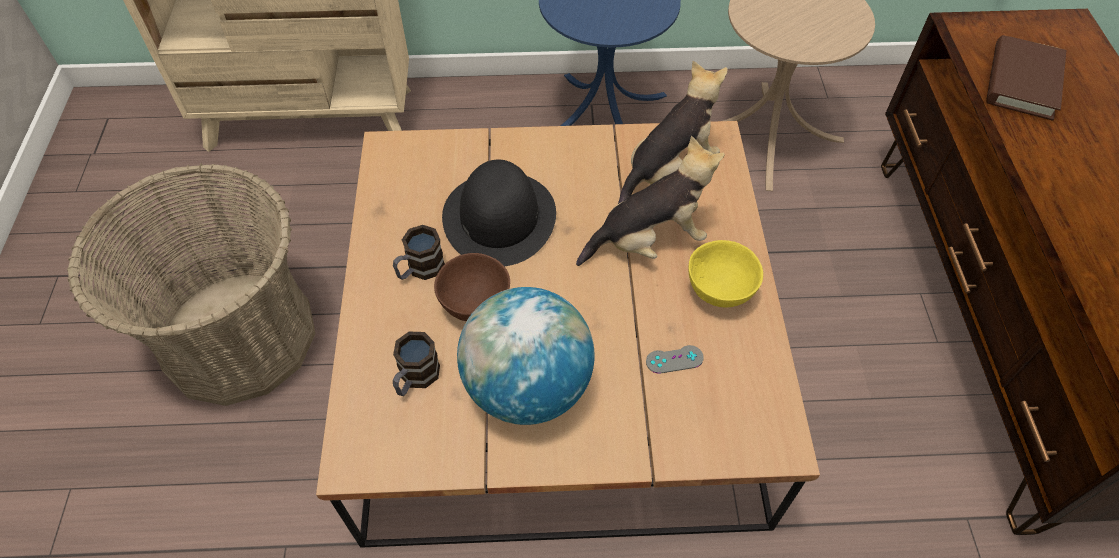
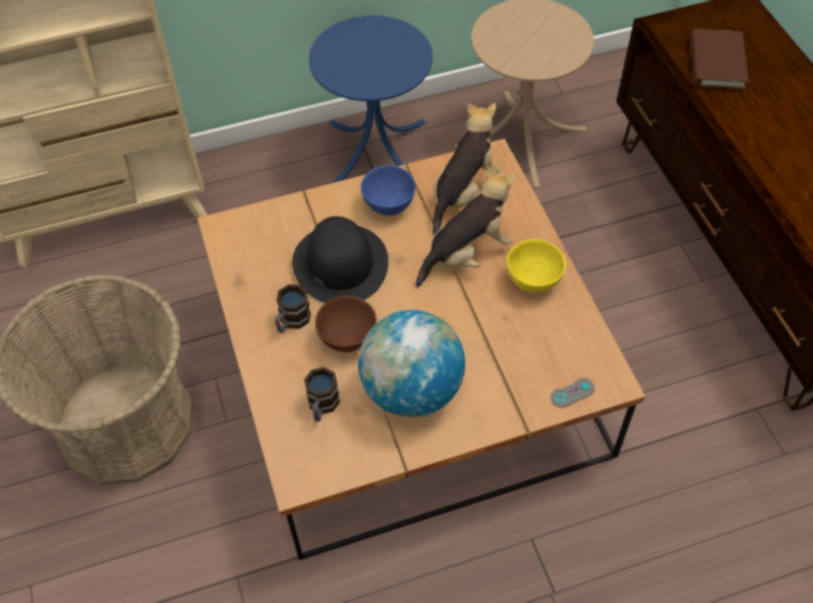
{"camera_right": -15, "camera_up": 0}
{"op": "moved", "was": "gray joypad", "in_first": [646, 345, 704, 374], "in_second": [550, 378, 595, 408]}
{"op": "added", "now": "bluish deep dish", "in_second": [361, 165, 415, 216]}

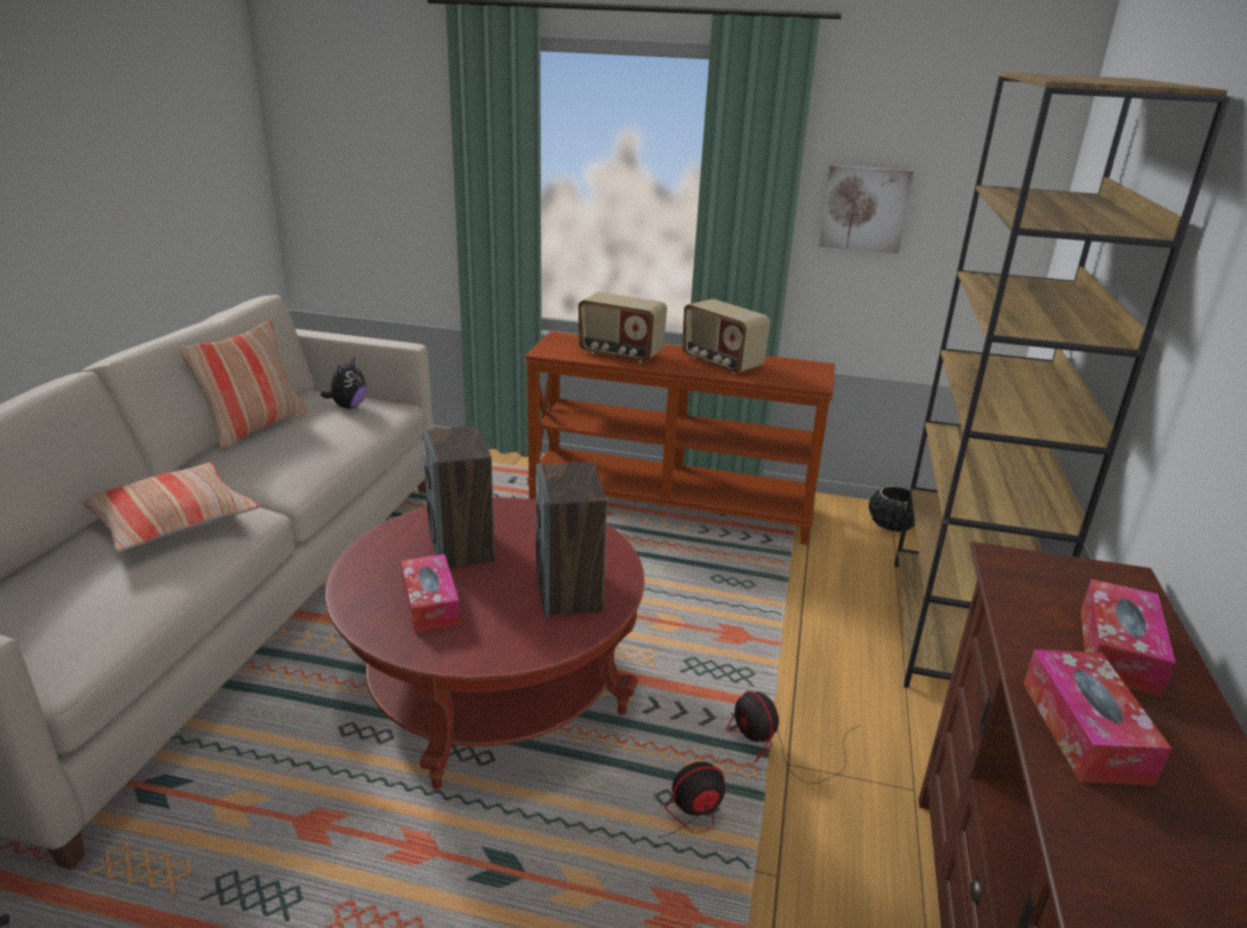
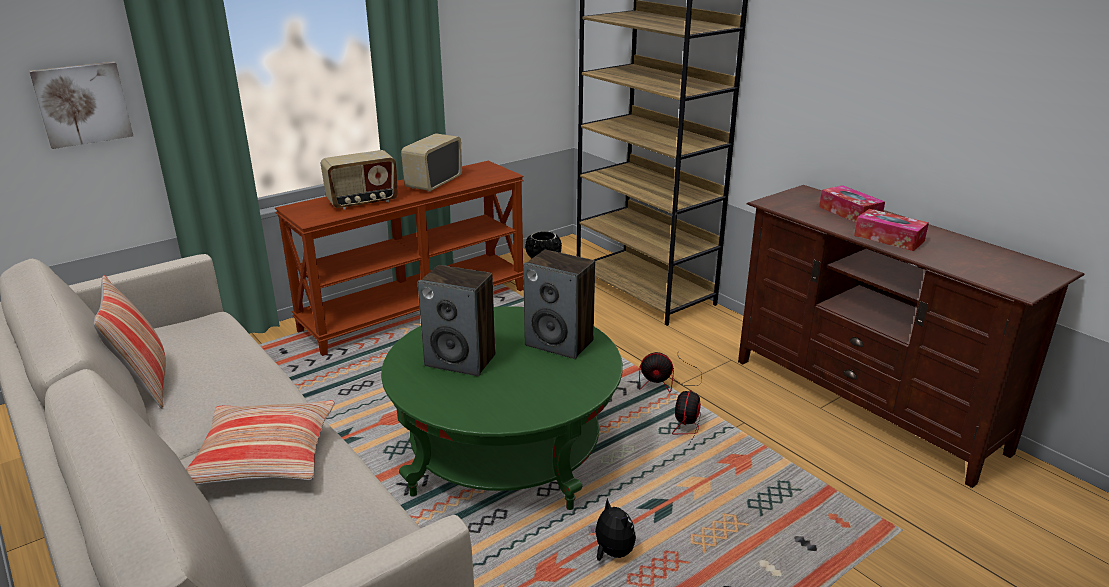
{"camera_right": -50, "camera_up": 0}
{"op": "moved", "was": "wall picture", "in_first": [819, 165, 914, 254], "in_second": [29, 62, 133, 149]}
{"op": "turned", "was": "radio receiver", "in_first": [682, 299, 770, 374], "in_second": [401, 133, 462, 192], "clockwise": 120}
{"op": "moved", "was": "soft toy", "in_first": [321, 357, 366, 409], "in_second": [589, 498, 636, 561]}
{"op": "recoloured", "was": "reddish low table", "now": "green-coloured low table", "in_first": [325, 497, 645, 790], "in_second": [381, 306, 623, 510]}
{"op": "removed", "was": "tissue box", "in_first": [401, 554, 460, 633]}

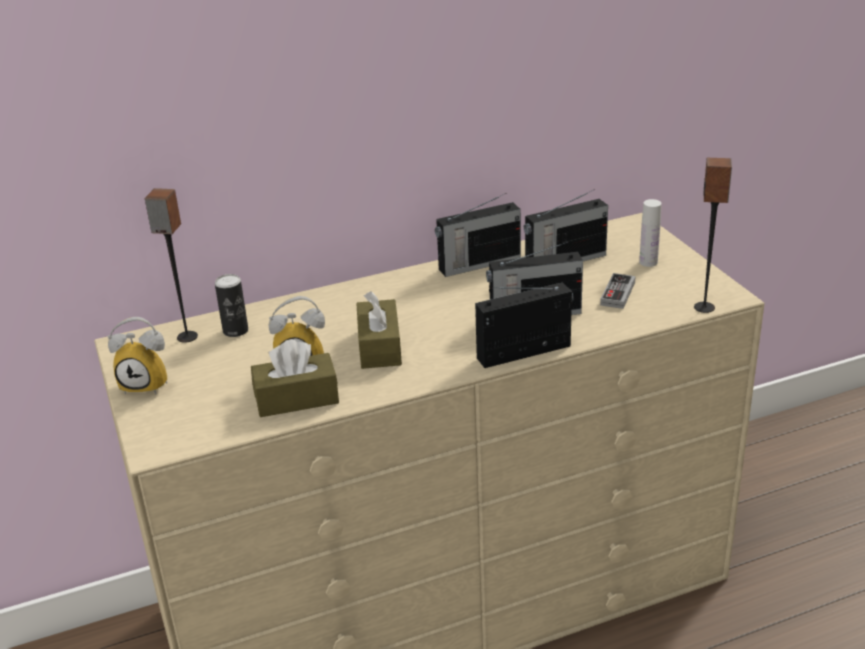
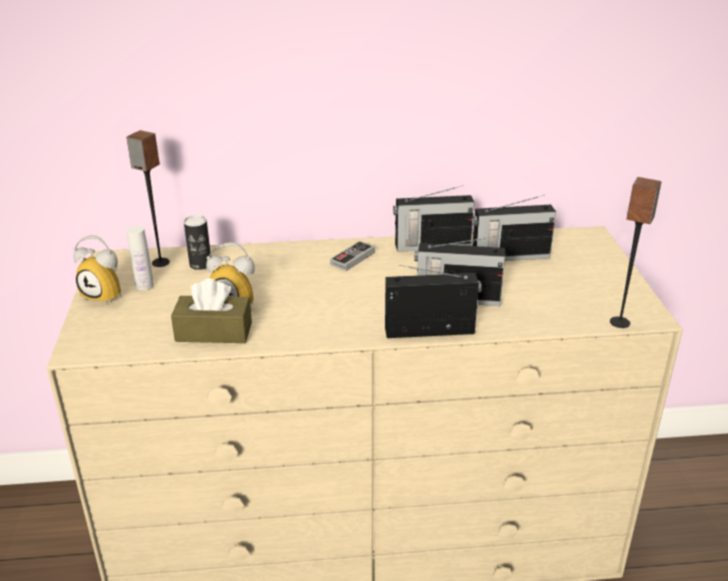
{"camera_right": 15, "camera_up": 0}
{"op": "moved", "was": "white drink bottle", "in_first": [639, 199, 662, 267], "in_second": [126, 226, 154, 290]}
{"op": "moved", "was": "joypad", "in_first": [600, 273, 635, 309], "in_second": [330, 241, 375, 271]}
{"op": "removed", "was": "brown tissue box", "in_first": [356, 291, 402, 369]}

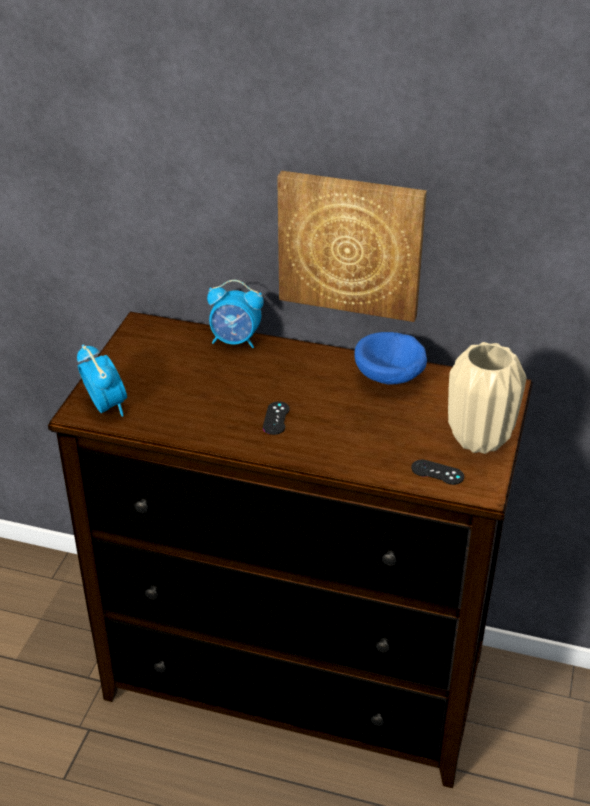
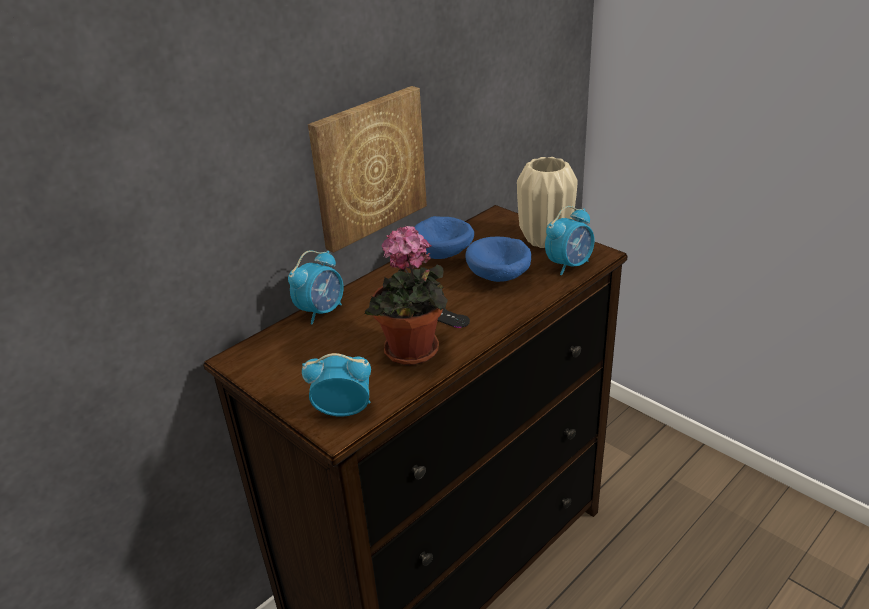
{"camera_right": -60, "camera_up": -5}
{"op": "replaced", "was": "black-coloured joypad", "now": "table clock", "in_first": [411, 460, 464, 485], "in_second": [545, 206, 594, 275]}
{"op": "added", "now": "houseplant", "in_second": [364, 226, 448, 365]}
{"op": "added", "now": "bluish deep dish", "in_second": [465, 237, 531, 282]}

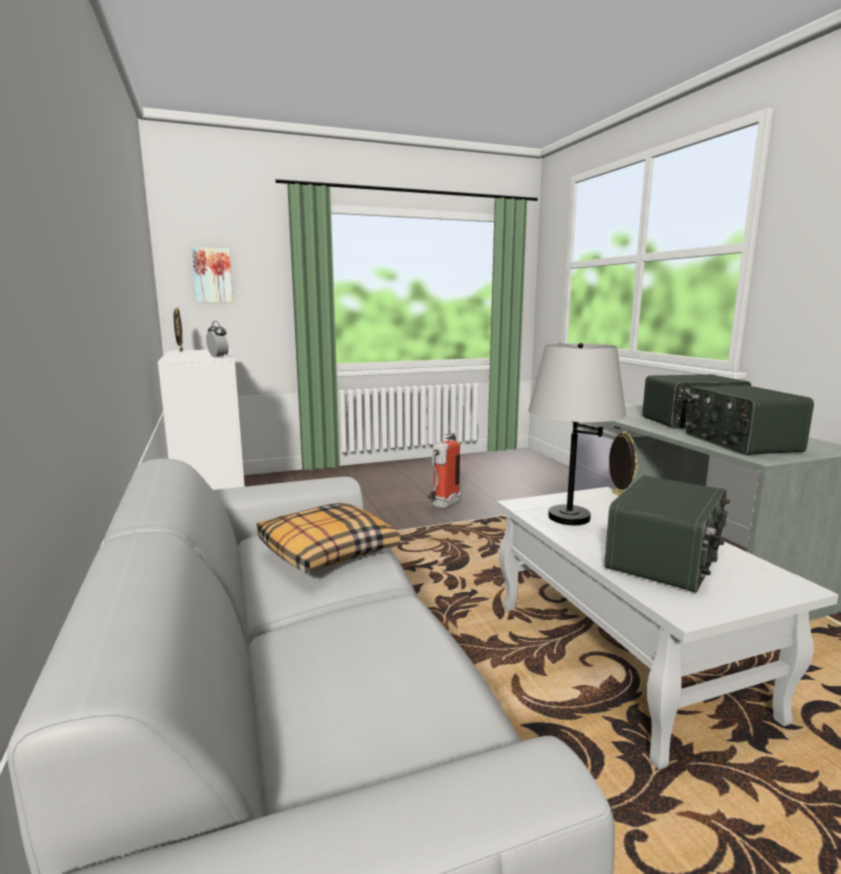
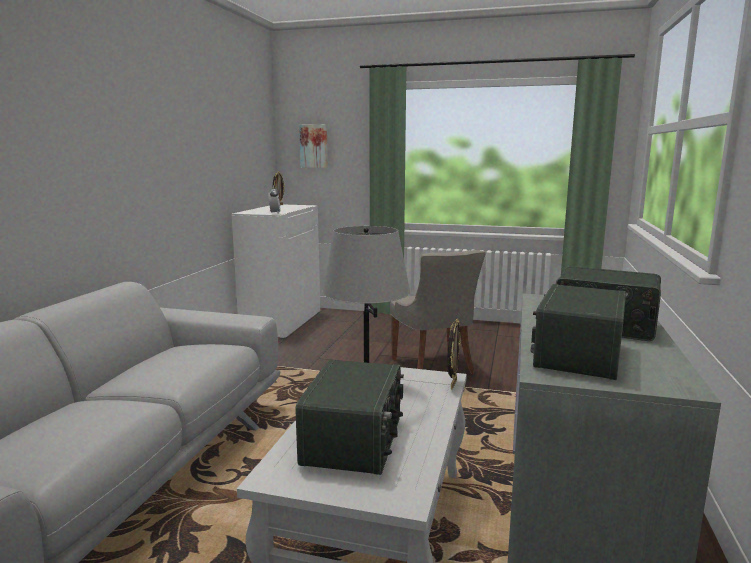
{"camera_right": 35, "camera_up": 0}
{"op": "replaced", "was": "fire extinguisher", "now": "gray plain chair", "in_first": [428, 433, 461, 509], "in_second": [390, 250, 486, 375]}
{"op": "turned", "was": "radio receiver", "in_first": [604, 475, 730, 593], "in_second": [296, 359, 404, 475], "clockwise": -60}
{"op": "removed", "was": "throw pillow", "in_first": [257, 502, 400, 573]}

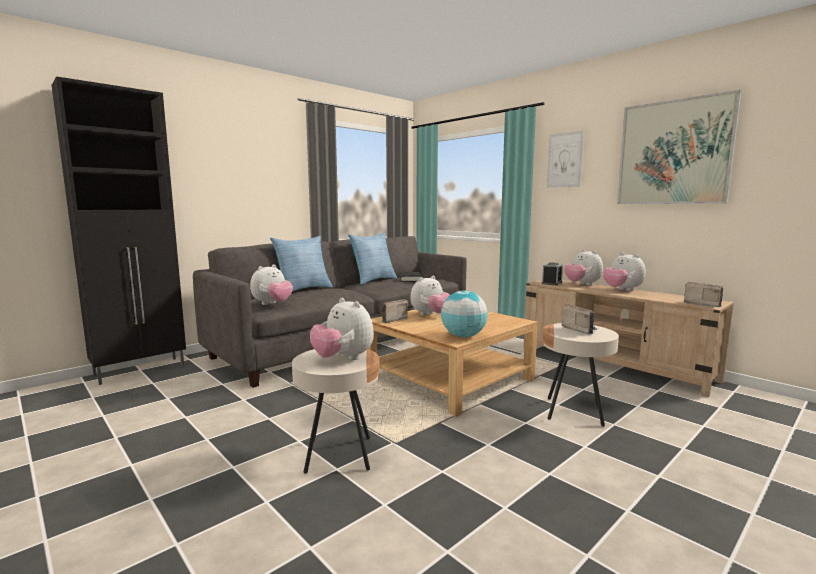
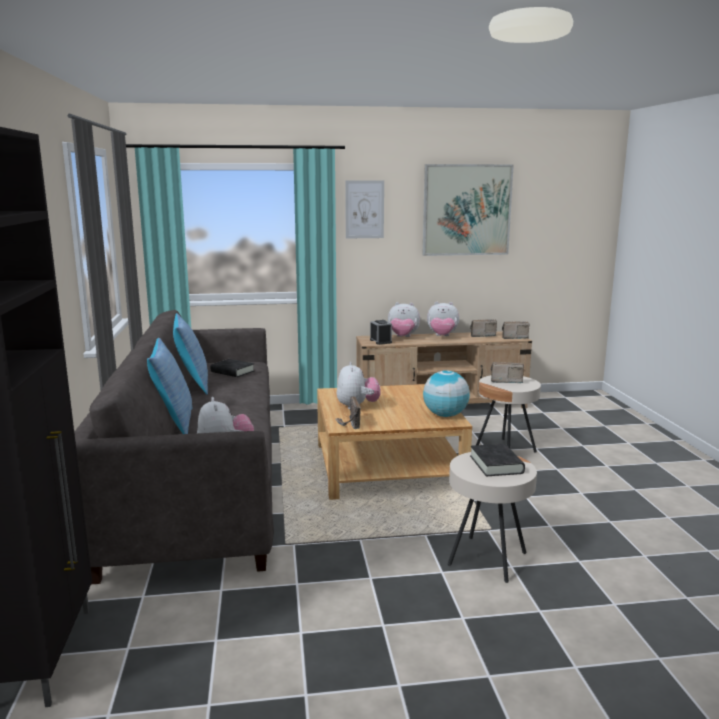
{"camera_right": -55, "camera_up": 5}
{"op": "replaced", "was": "soft toy", "now": "black-coloured bound book", "in_first": [310, 298, 374, 360], "in_second": [470, 444, 525, 476]}
{"op": "added", "now": "radio receiver", "in_second": [470, 319, 497, 337]}

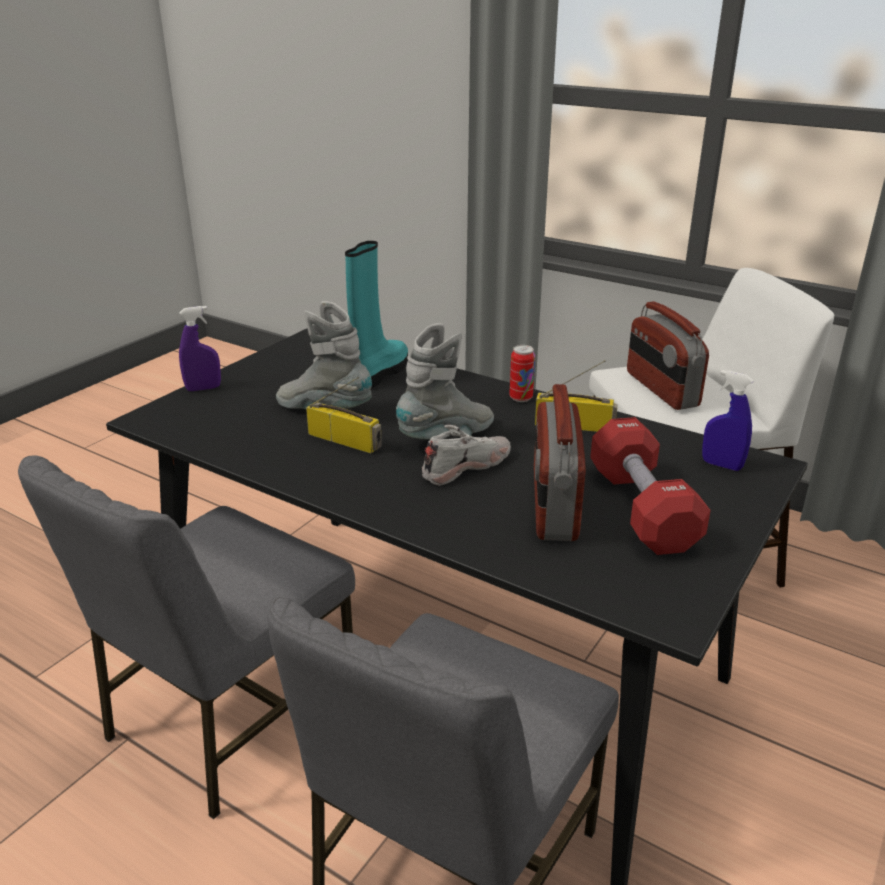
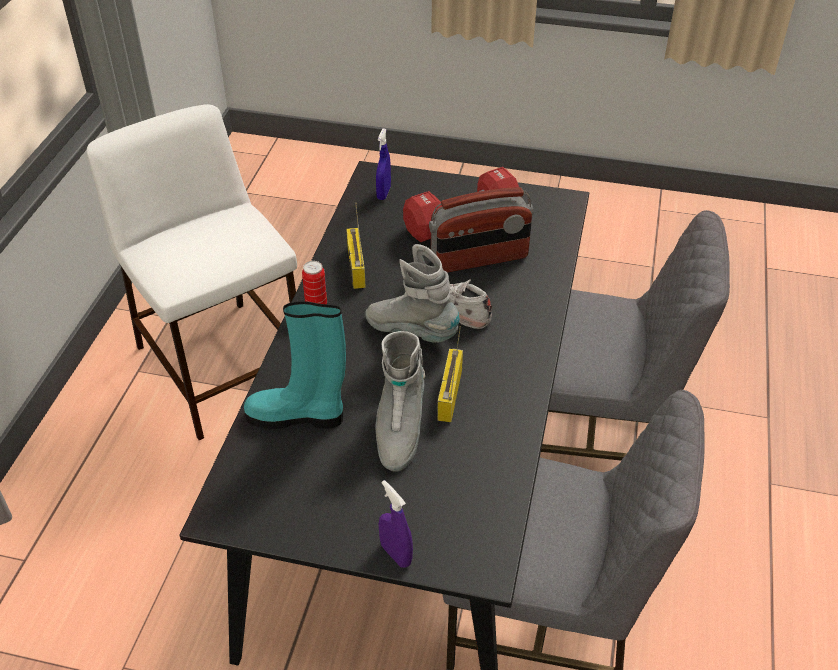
{"camera_right": -110, "camera_up": 15}
{"op": "removed", "was": "radio receiver", "in_first": [627, 301, 709, 410]}

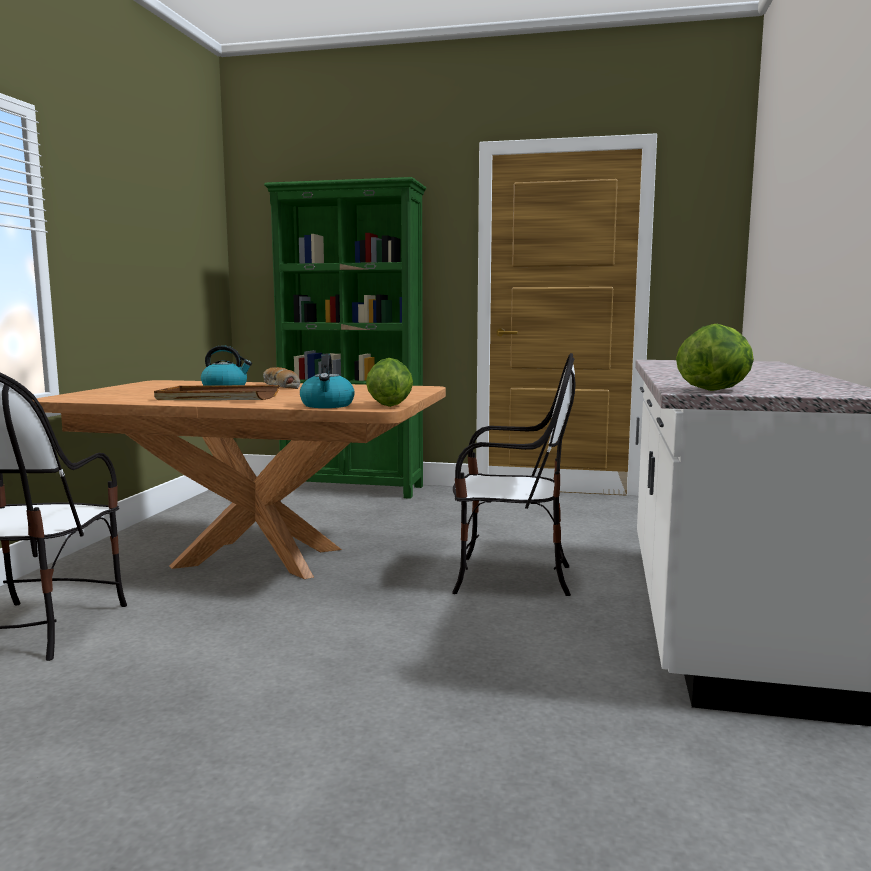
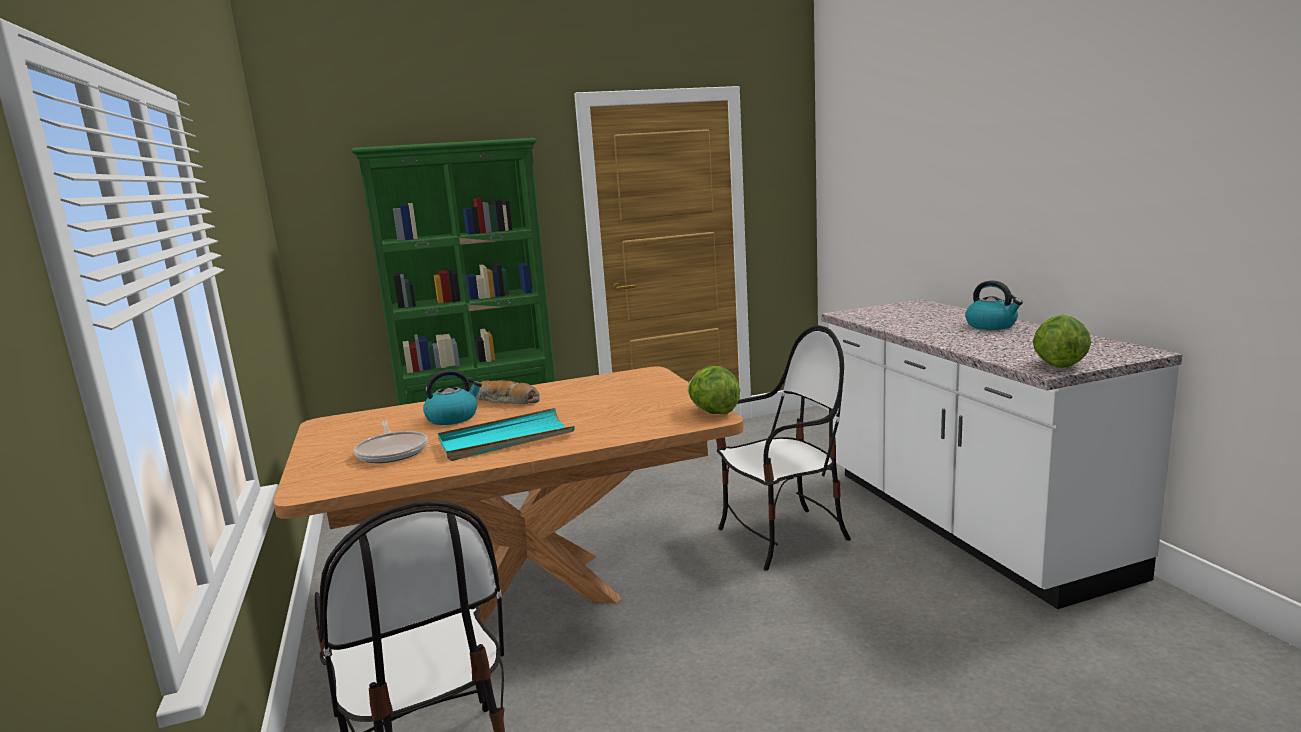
{"camera_right": -30, "camera_up": 5}
{"op": "moved", "was": "water kettle", "in_first": [300, 354, 355, 408], "in_second": [965, 280, 1023, 330]}
{"op": "recoloured", "was": "brown serving tray", "now": "blue-green serving tray", "in_first": [154, 385, 279, 400], "in_second": [438, 408, 575, 461]}
{"op": "added", "now": "frying pan", "in_second": [354, 421, 428, 463]}

